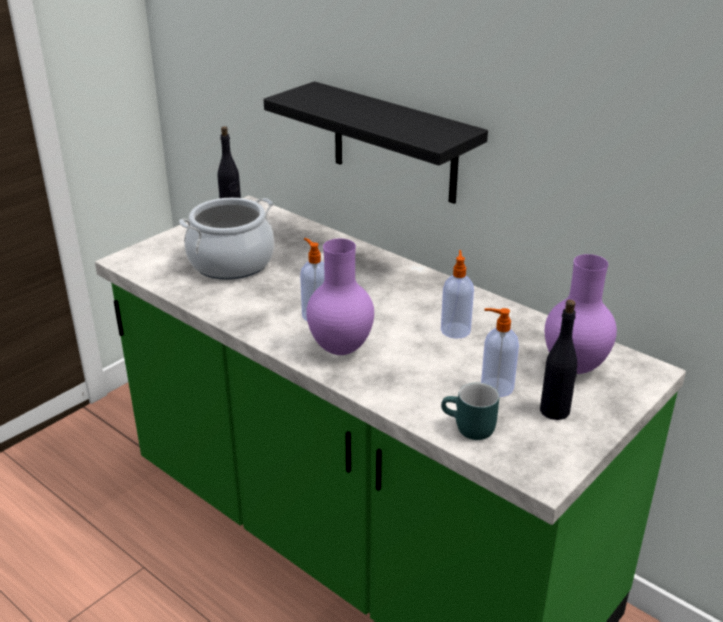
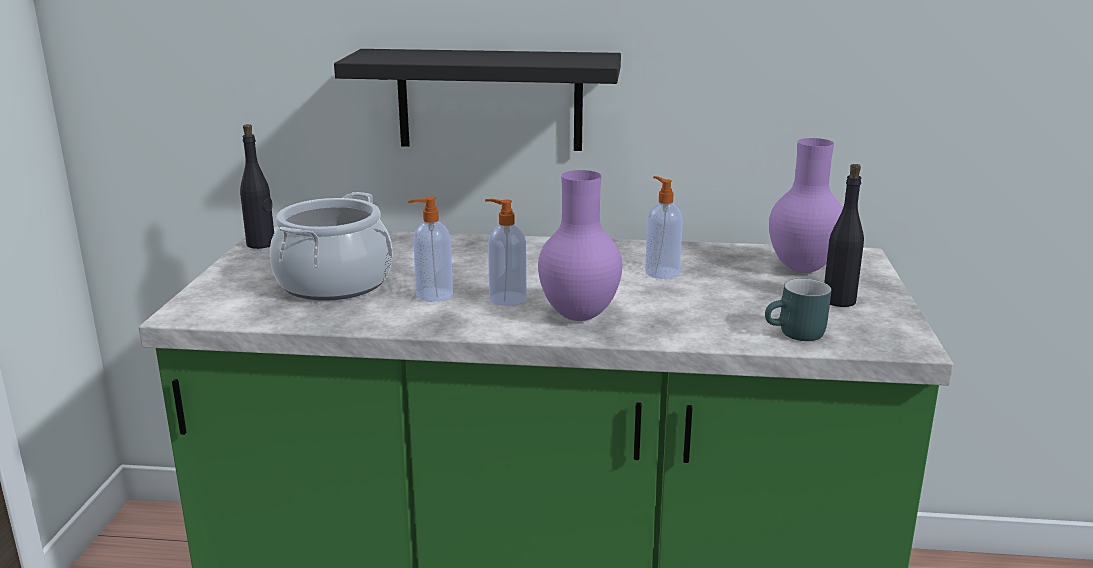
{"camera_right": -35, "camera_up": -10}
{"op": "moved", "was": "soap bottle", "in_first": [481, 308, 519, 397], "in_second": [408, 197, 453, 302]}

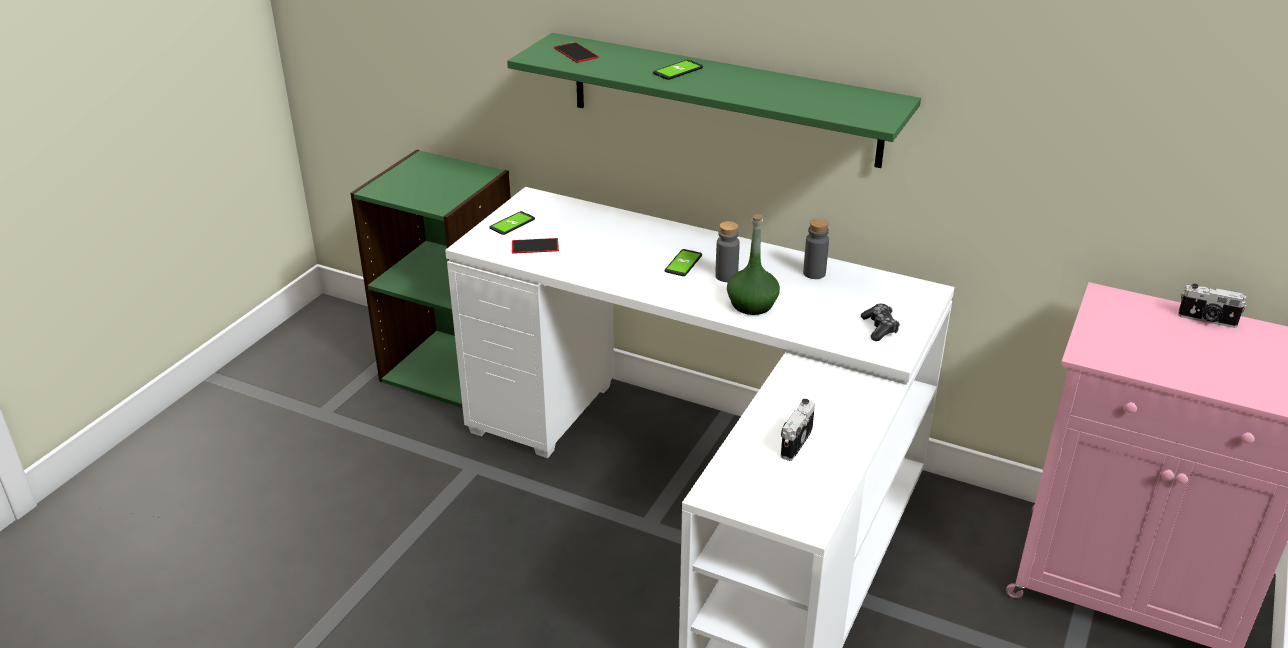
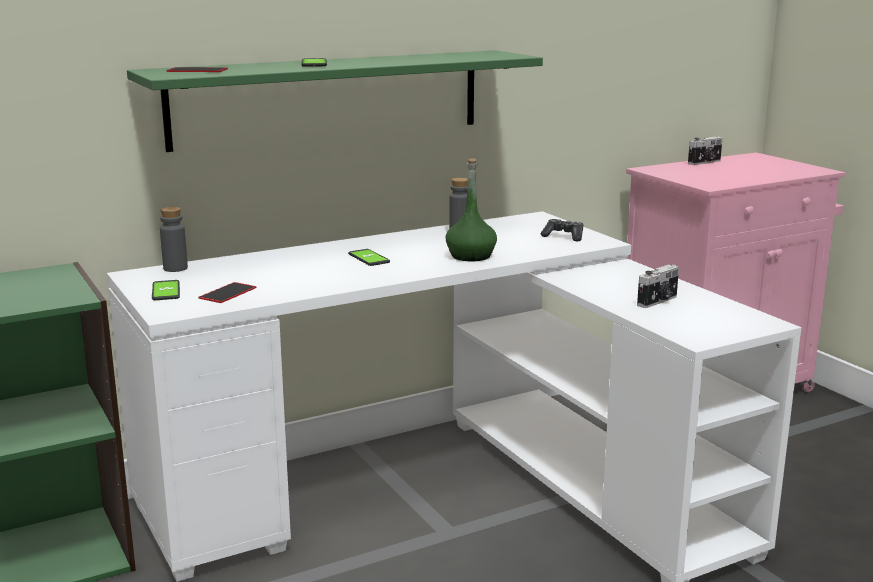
{"camera_right": -55, "camera_up": -15}
{"op": "moved", "was": "gray drink bottle", "in_first": [715, 221, 740, 282], "in_second": [160, 207, 188, 272]}
{"op": "turned", "was": "photo camera", "in_first": [781, 399, 815, 461], "in_second": [637, 264, 679, 308], "clockwise": -105}

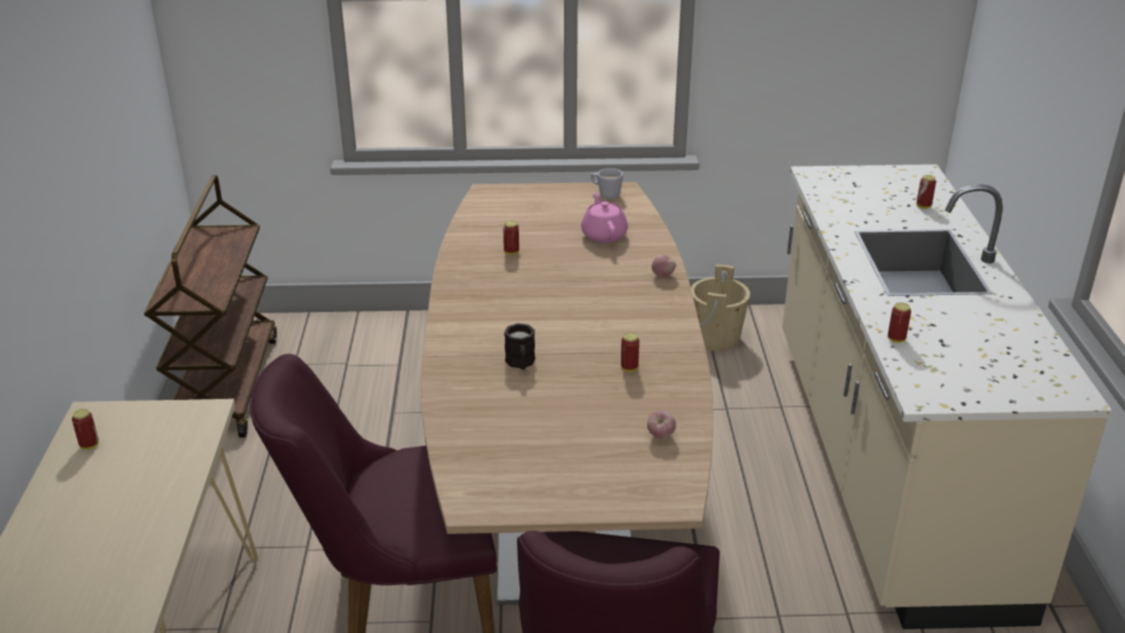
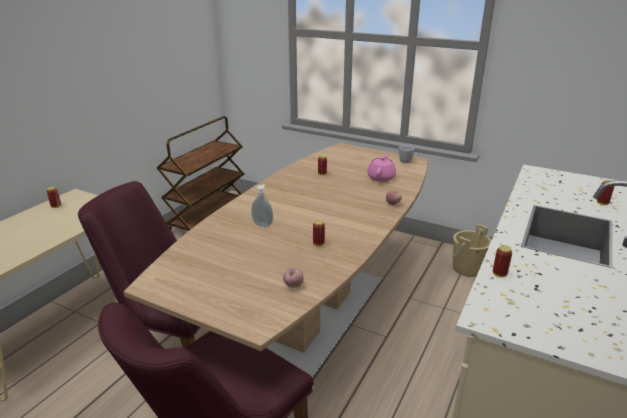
{"camera_right": 30, "camera_up": -5}
{"op": "replaced", "was": "black-coloured mug", "now": "soap bottle", "in_first": [504, 323, 535, 369], "in_second": [251, 184, 273, 227]}

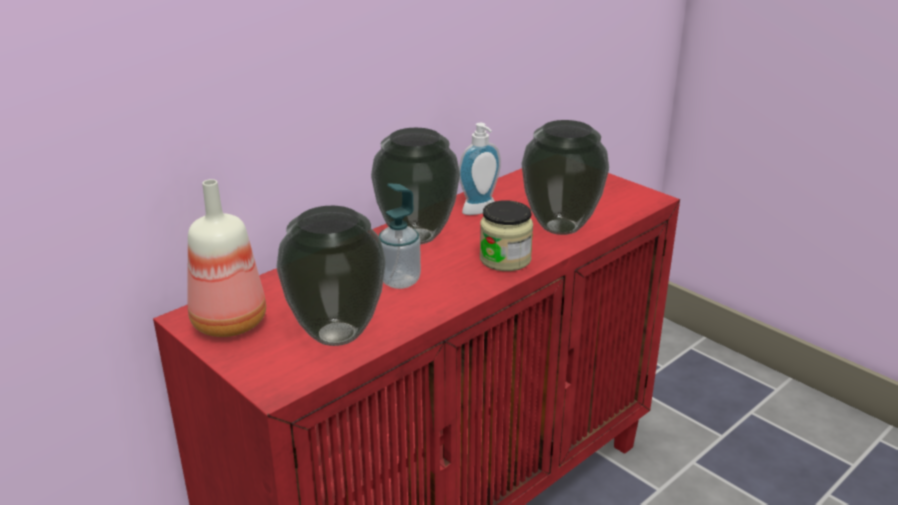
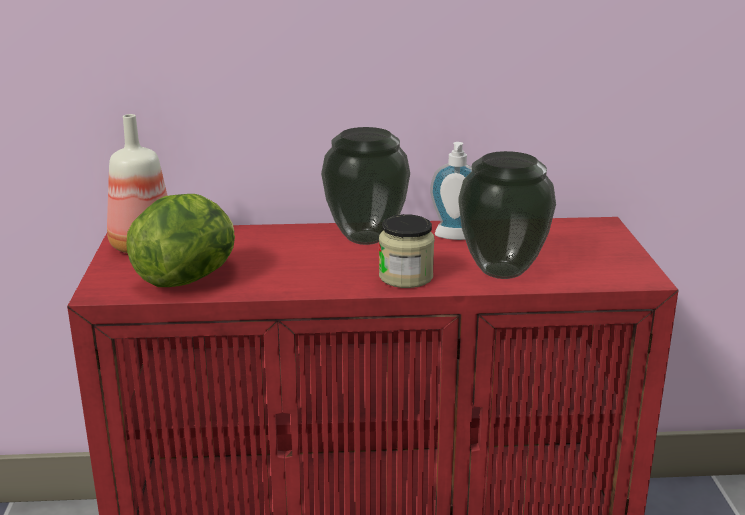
{"camera_right": 40, "camera_up": -5}
{"op": "removed", "was": "soap bottle", "in_first": [379, 183, 421, 289]}
{"op": "replaced", "was": "vase", "now": "lettuce head", "in_first": [276, 206, 386, 346], "in_second": [126, 194, 235, 287]}

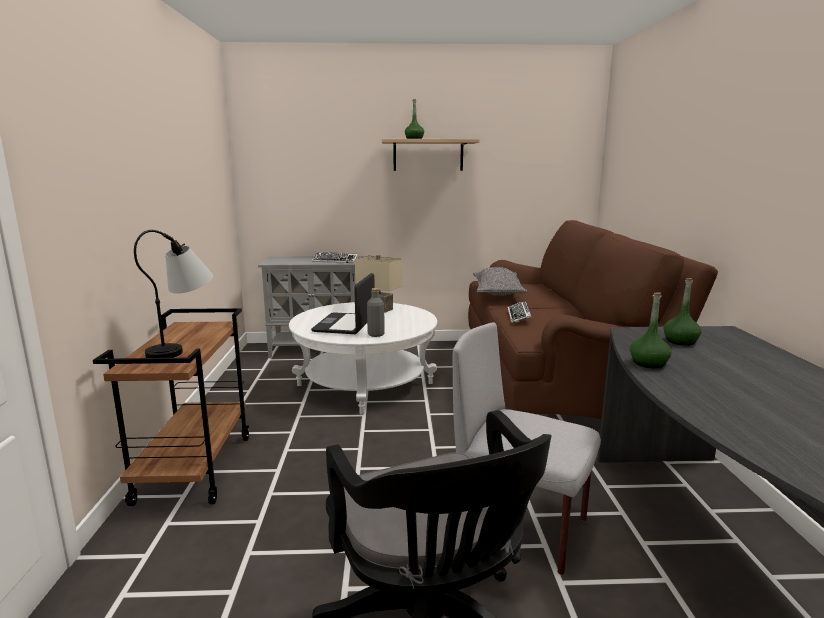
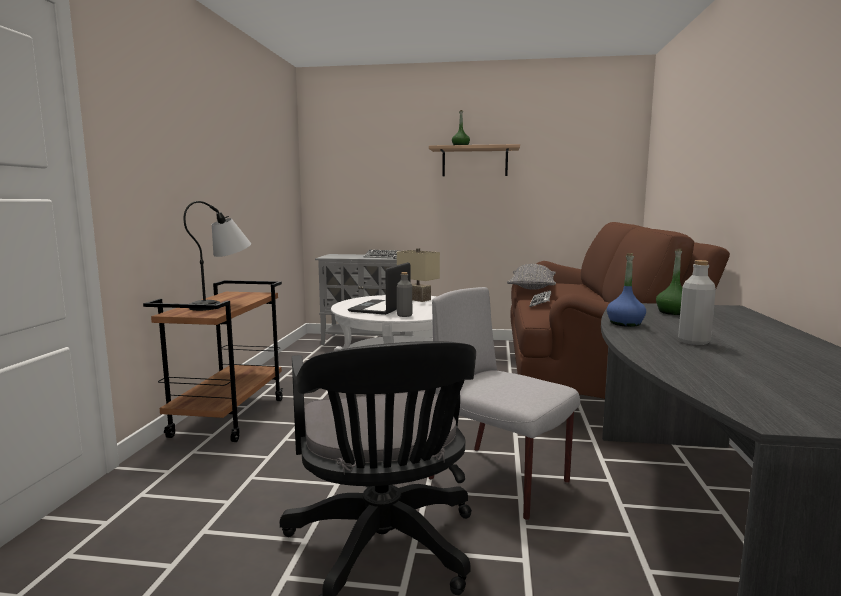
{"camera_right": 10, "camera_up": -5}
{"op": "recoloured", "was": "green-coloured drink bottle", "now": "bluish drink bottle", "in_first": [630, 292, 672, 368], "in_second": [607, 253, 646, 327]}
{"op": "added", "now": "gray drink bottle", "in_second": [678, 260, 716, 345]}

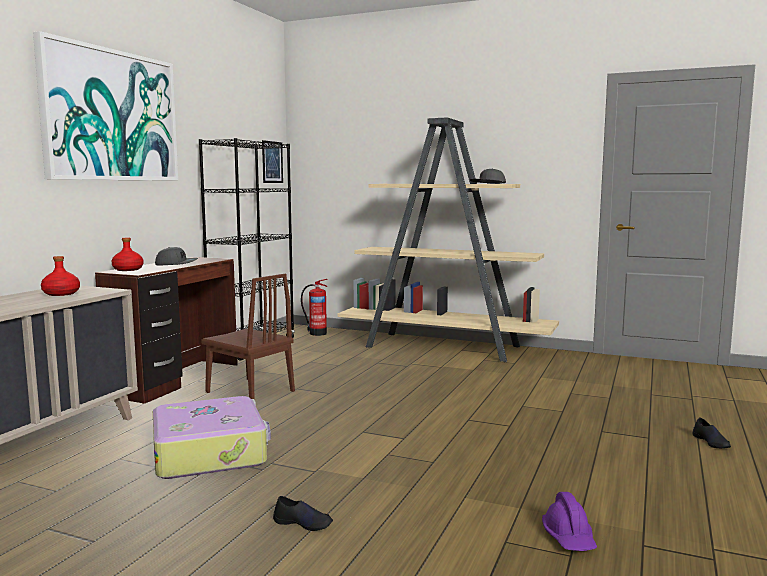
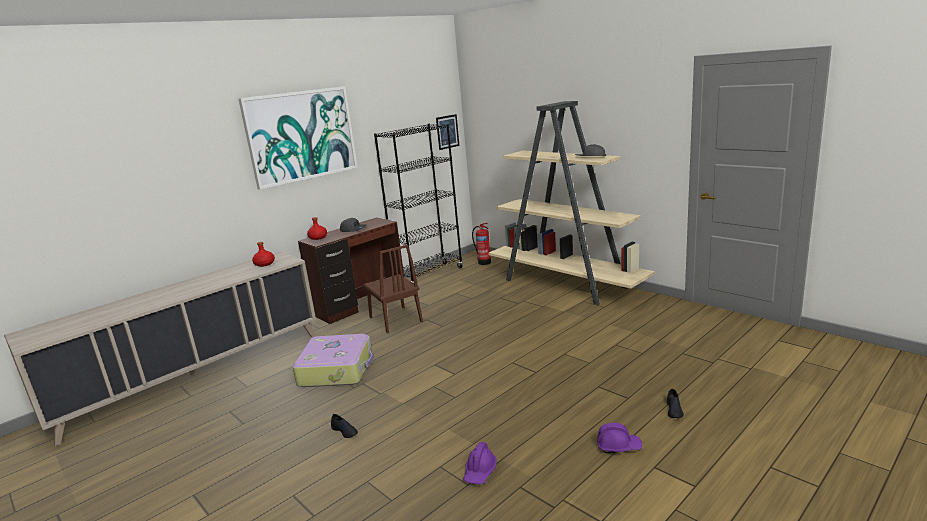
{"camera_right": 25, "camera_up": 10}
{"op": "added", "now": "purple safety helmet", "in_second": [597, 423, 642, 453]}

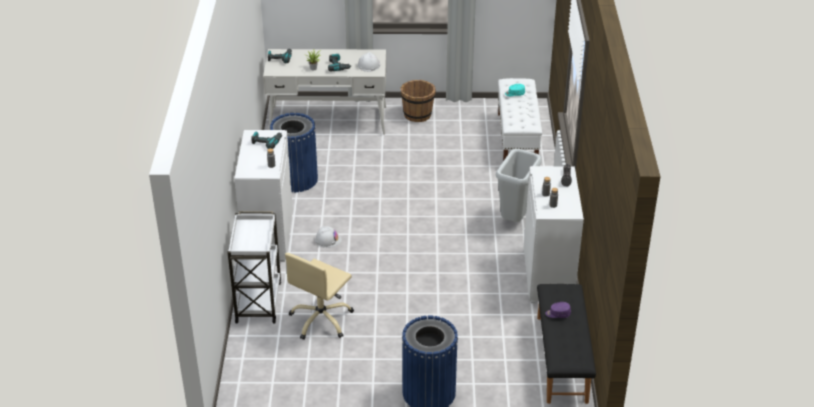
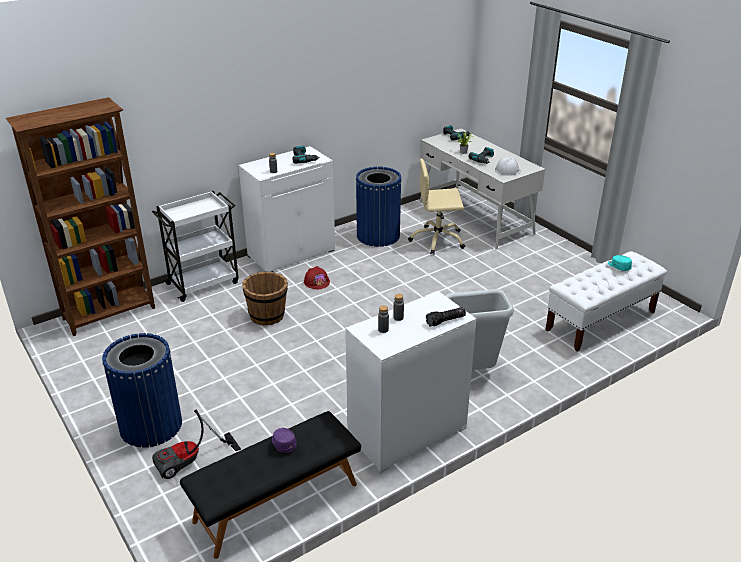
{"camera_right": 55, "camera_up": -5}
{"op": "moved", "was": "brown pail", "in_first": [400, 80, 436, 122], "in_second": [242, 272, 288, 326]}
{"op": "recoloured", "was": "white safety helmet", "now": "reddish safety helmet", "in_first": [315, 226, 342, 248], "in_second": [304, 266, 330, 289]}
{"op": "moved", "was": "sand-coloured desk chair", "in_first": [285, 253, 354, 340], "in_second": [408, 158, 465, 255]}
{"op": "added", "now": "brown bookshelf", "in_second": [6, 97, 155, 336]}
{"op": "added", "now": "vacuum cleaner", "in_second": [152, 410, 241, 479]}

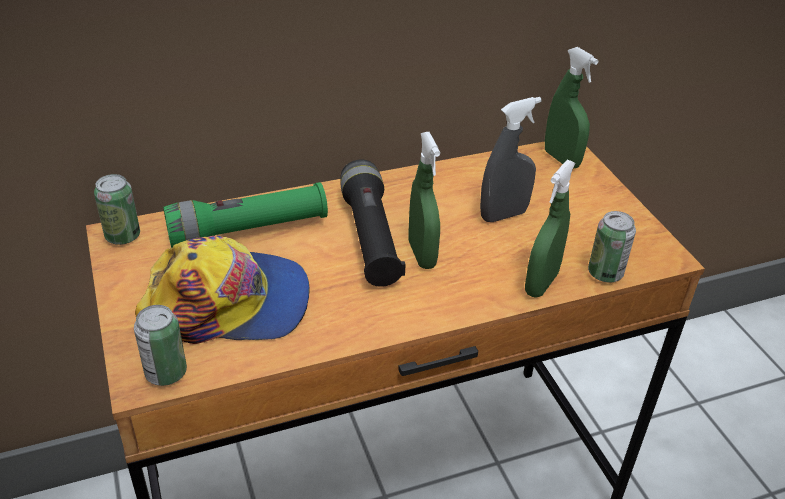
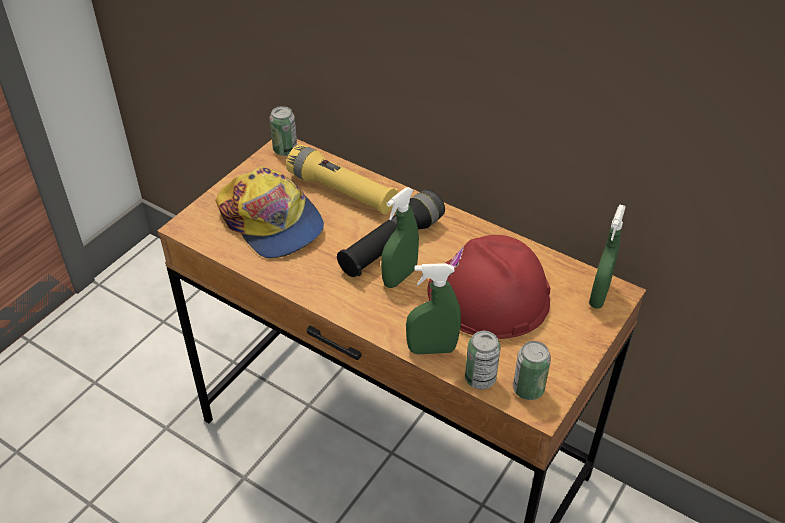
{"camera_right": 55, "camera_up": 5}
{"op": "replaced", "was": "gray hand sprayer", "now": "reddish safety helmet", "in_first": [480, 97, 542, 222], "in_second": [428, 235, 550, 339]}
{"op": "recoloured", "was": "green-coloured flashlight", "now": "yellowish flashlight", "in_first": [163, 182, 328, 248], "in_second": [286, 145, 398, 214]}
{"op": "moved", "was": "metal can", "in_first": [134, 305, 187, 386], "in_second": [513, 341, 551, 400]}

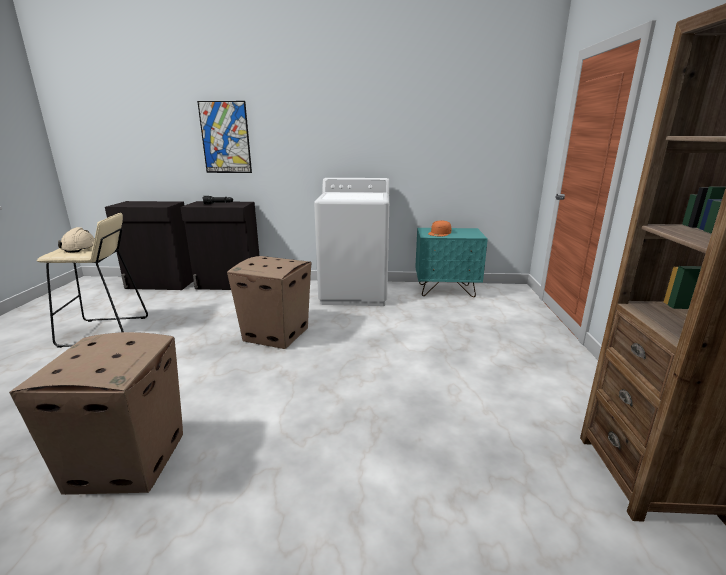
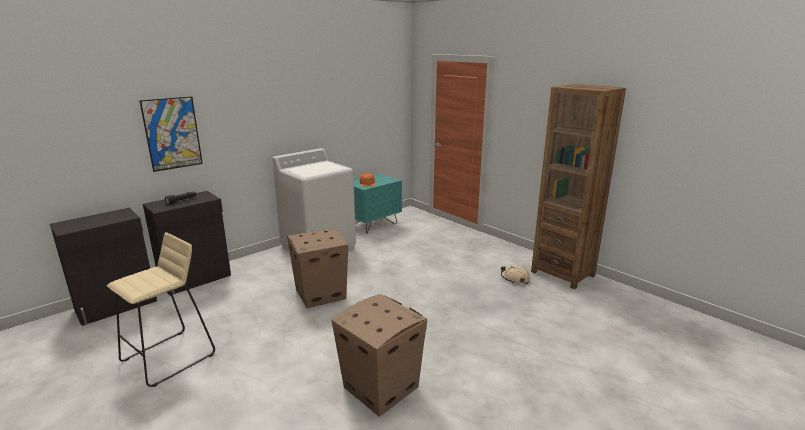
{"camera_right": -45, "camera_up": 0}
{"op": "moved", "was": "sand-coloured safety helmet", "in_first": [58, 227, 95, 253], "in_second": [501, 265, 530, 284]}

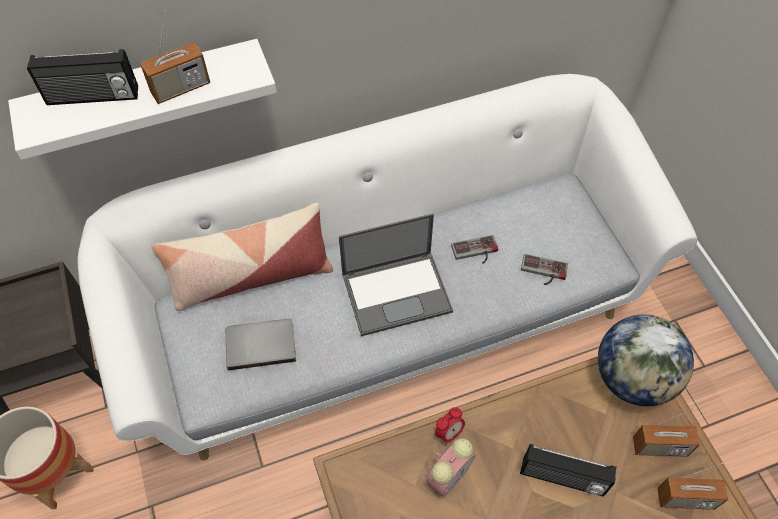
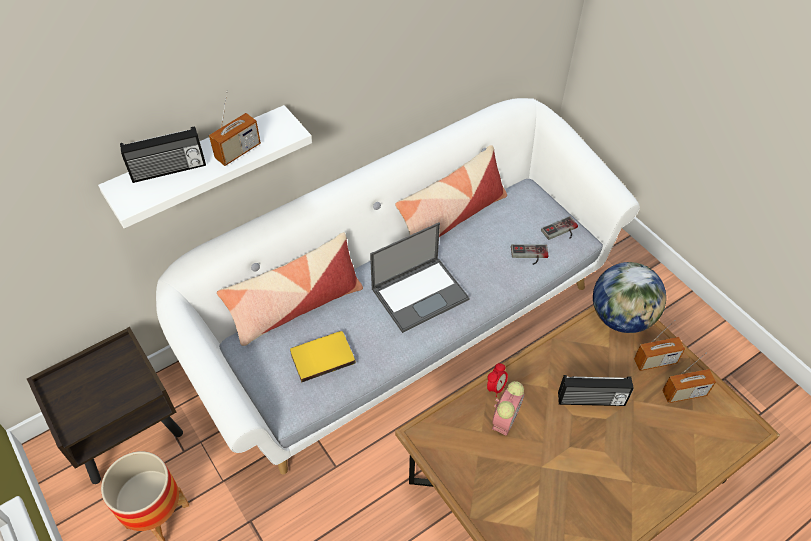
{"camera_right": -15, "camera_up": -5}
{"op": "moved", "was": "joypad", "in_first": [451, 235, 498, 264], "in_second": [541, 216, 578, 240]}
{"op": "recoloured", "was": "gray bound book", "now": "yellowish bound book", "in_first": [225, 319, 296, 370], "in_second": [290, 331, 356, 383]}
{"op": "added", "now": "throw pillow", "in_second": [395, 145, 507, 237]}

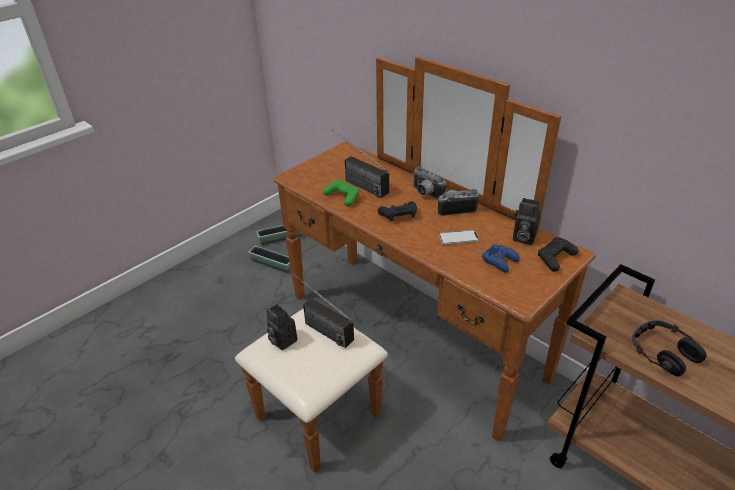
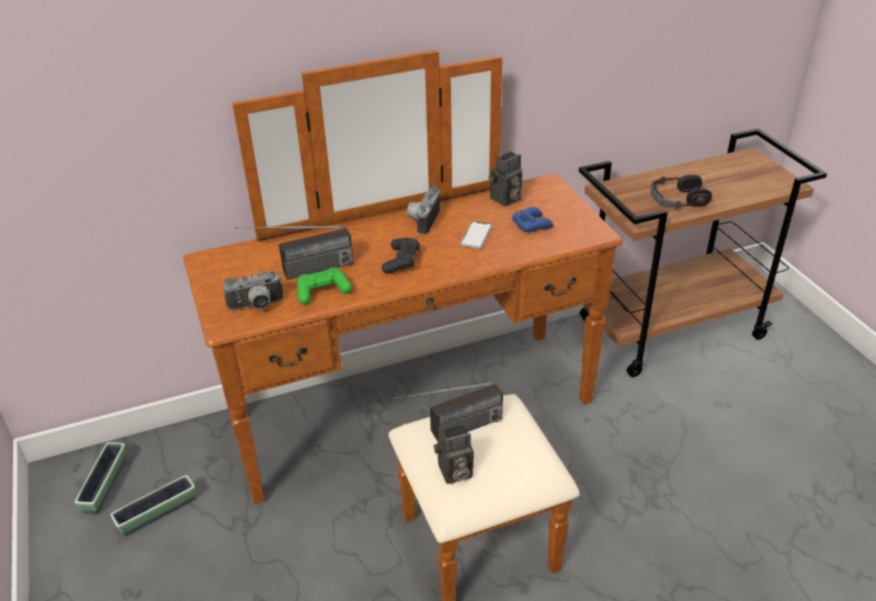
{"camera_right": -65, "camera_up": 0}
{"op": "moved", "was": "photo camera", "in_first": [414, 166, 446, 199], "in_second": [223, 271, 283, 311]}
{"op": "removed", "was": "black-coloured joypad", "in_first": [538, 237, 578, 272]}

